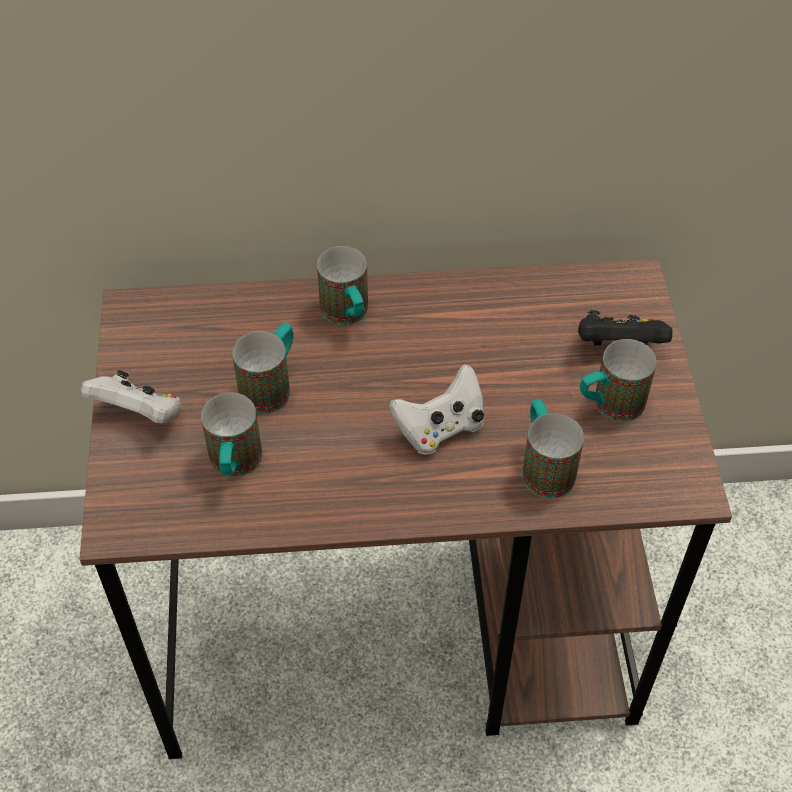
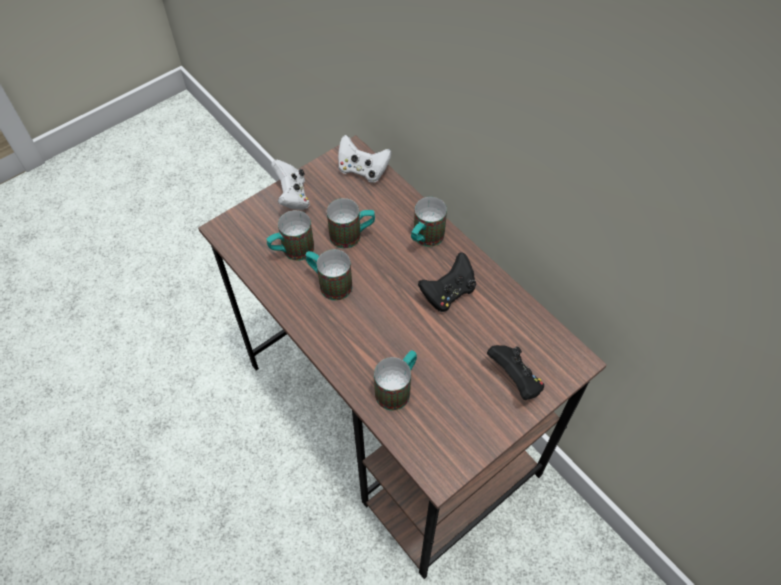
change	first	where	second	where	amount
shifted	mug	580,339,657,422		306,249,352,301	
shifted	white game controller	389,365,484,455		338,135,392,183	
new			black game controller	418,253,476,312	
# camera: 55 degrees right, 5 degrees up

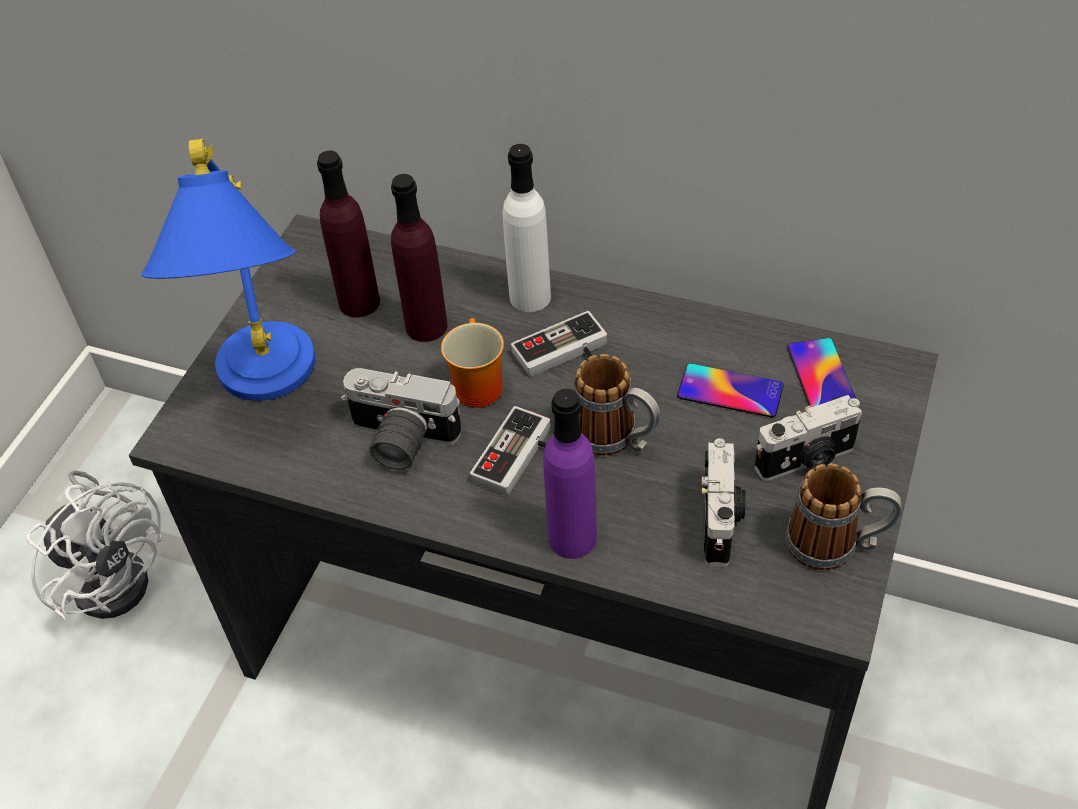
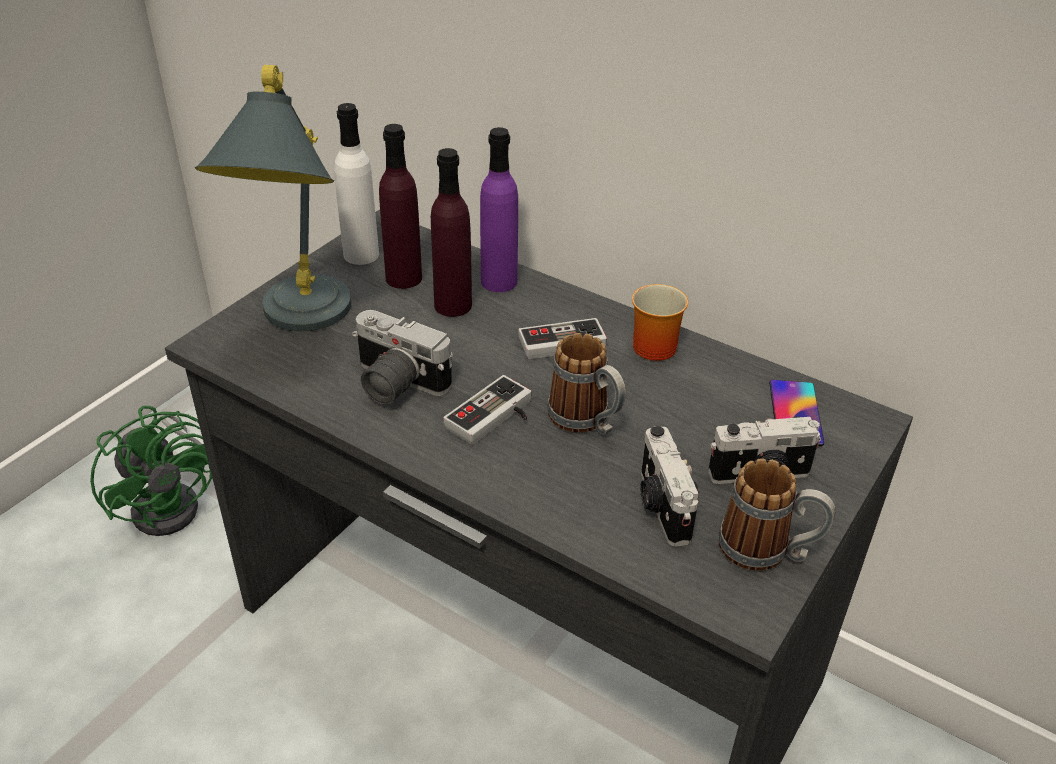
change	first	where	second	where	amount
repainted	blue table lamp	141,139,315,401	grey table lamp	195,65,351,332	
shifted	white bottle	503,144,551,312		334,103,379,265	
shifted	mug	441,318,504,408		632,284,688,361	
gone	phone	677,364,784,418			
shifted	purple bottle	543,389,597,559		480,127,518,292	
rotated	photo camera	701,438,745,567		640,426,699,547	150 degrees clockwise
repainted	white fan	27,470,162,620	green fan	90,406,213,536	
# camera: 10 degrees right, 10 degrees down

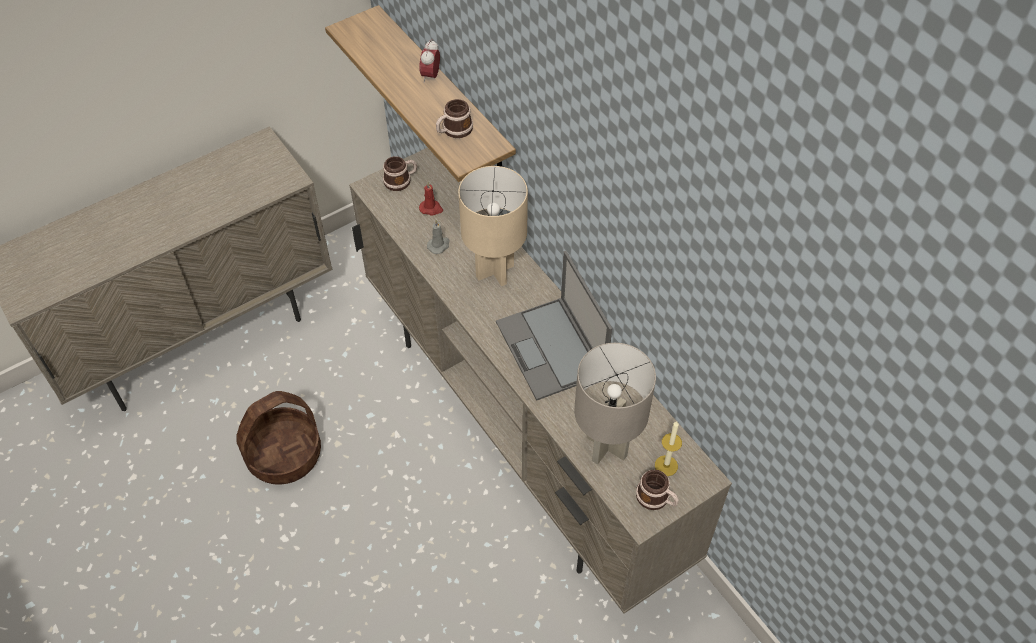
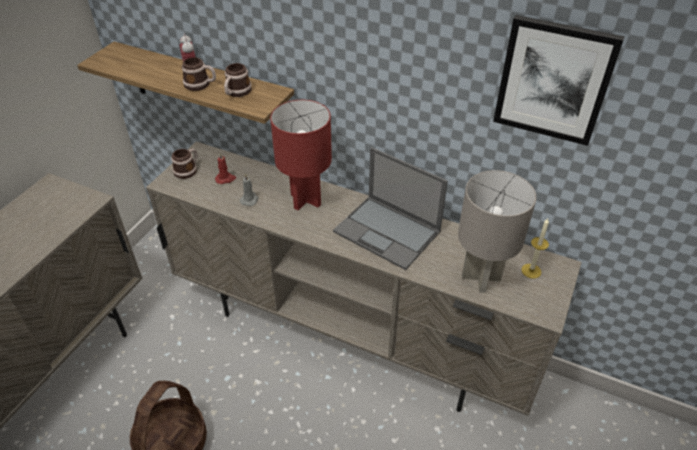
change	first	where	second	where	amount
repainted	beige table lamp	458,166,528,286	red table lamp	270,100,332,210	
shifted	mug	636,469,679,510		182,57,216,91	
new			picture	493,15,625,146	
# camera: 30 degrees left, 10 degrees down

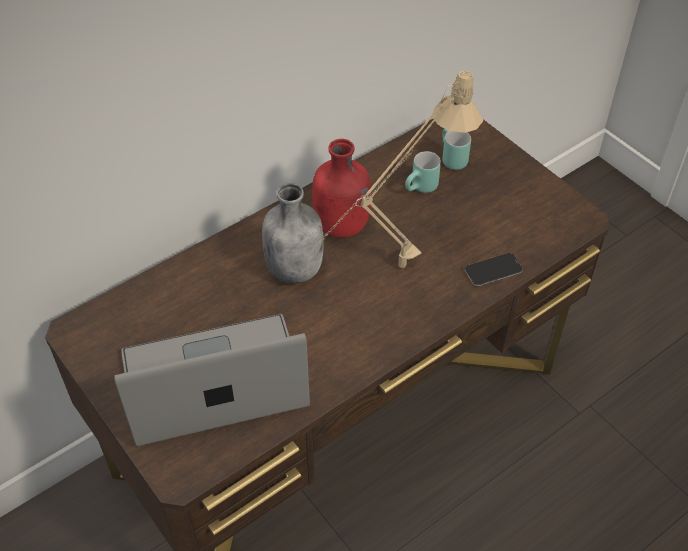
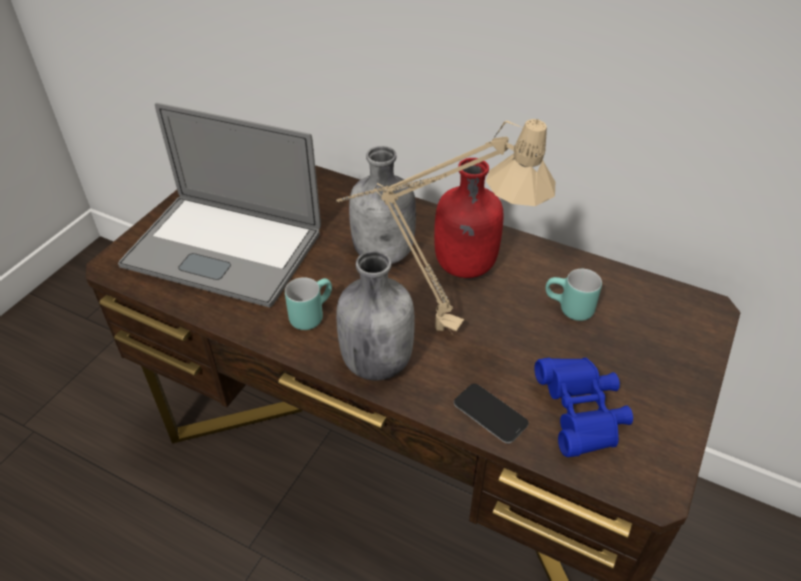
change	first	where	second	where	amount
shifted	turquoise mug	442,129,471,170		285,277,332,330	
rotated	laptop	114,314,310,446		118,103,321,308	150 degrees clockwise
new			grey bottle	336,251,415,381	
new			blue binoculars	534,358,633,457	
# camera: 65 degrees right, 5 degrees down

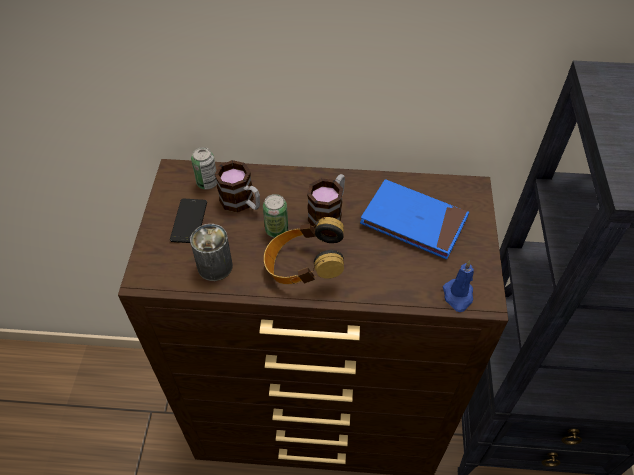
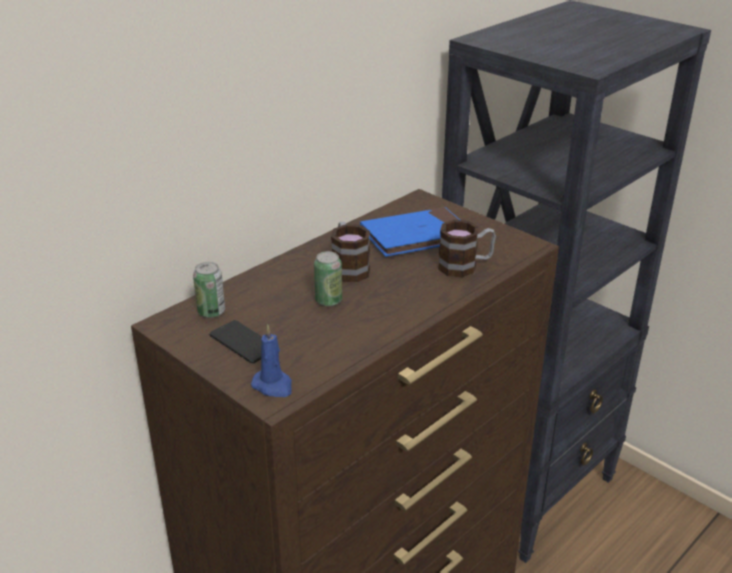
change	first	where	second	where	amount
shifted	mug	214,160,260,213		438,220,496,278	
gone	headphones	264,217,344,284			
gone	can	190,224,233,281			
shifted	blue candle	443,260,474,312		251,324,292,397	
# camera: 50 degrees left, 20 degrees down

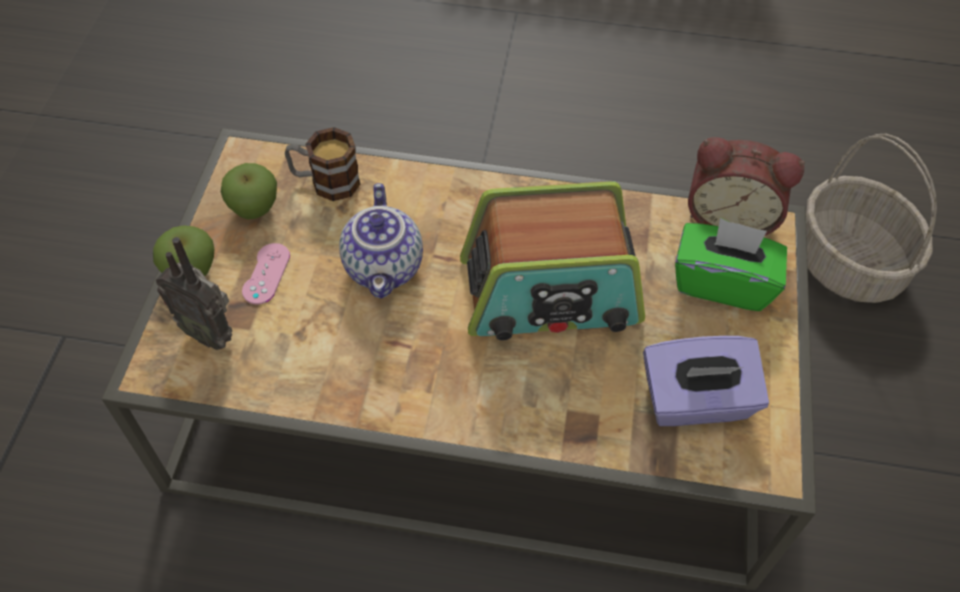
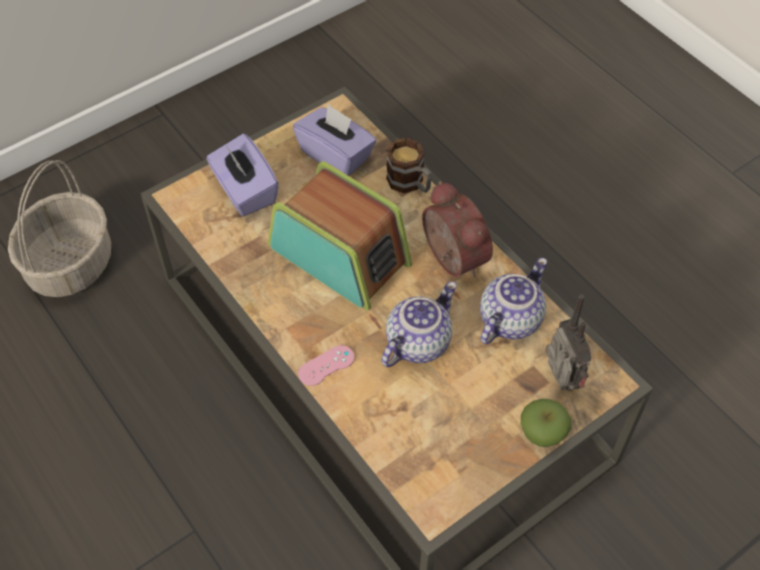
change	first	where	second	where	amount
shifted	mug	285,127,360,201		386,138,432,193	
shifted	alarm clock	688,137,805,236		422,181,493,277	
gone	apple	221,163,277,219			
repainted	green tissue box	675,218,787,311	purple tissue box	206,134,279,216	
shifted	pink game controller	242,243,290,305		298,345,354,386	
new			teapot	480,258,547,344	
# camera: 135 degrees left, 0 degrees up

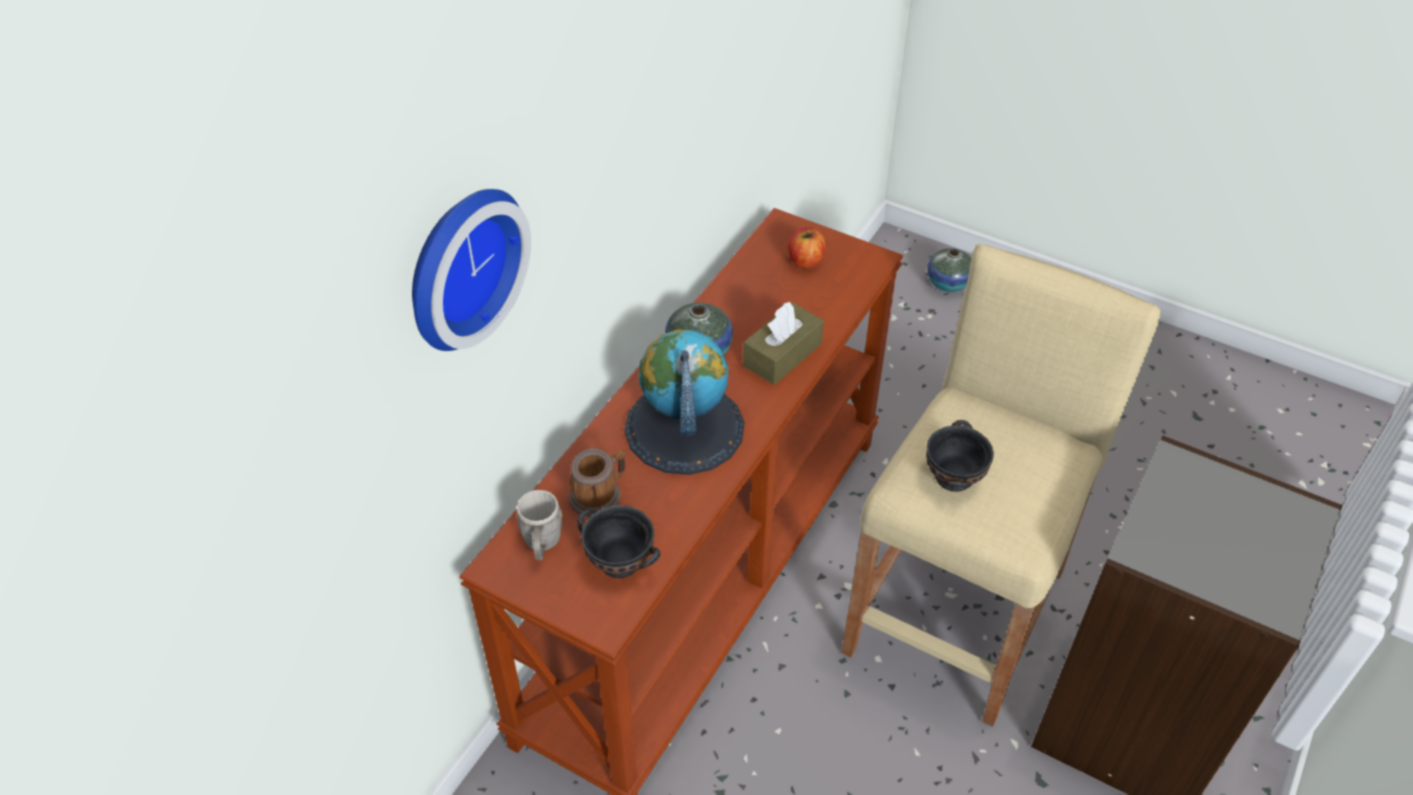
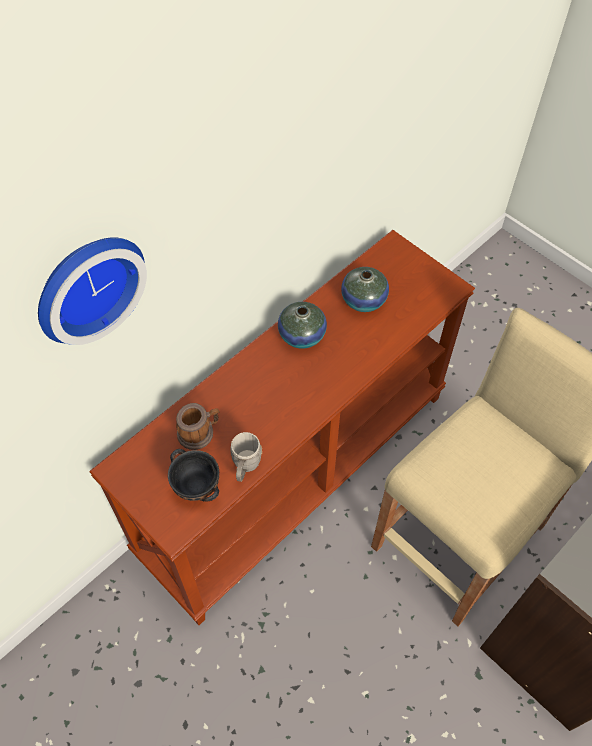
change	first	where	second	where	amount
gone	apple	788,227,826,269			
shifted	vase	927,248,971,292		341,267,389,312	
gone	brown tissue box	743,302,824,385			
gone	globe	625,329,744,475			
gone	black bowl	926,420,994,492			
shifted	grey mug	517,490,563,560		231,432,262,482	
# camera: 15 degrees right, 10 degrees up

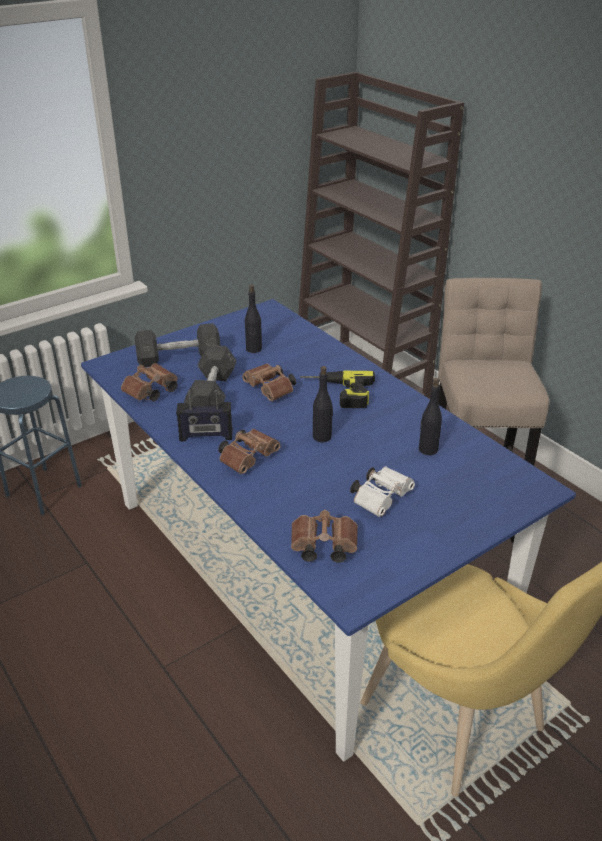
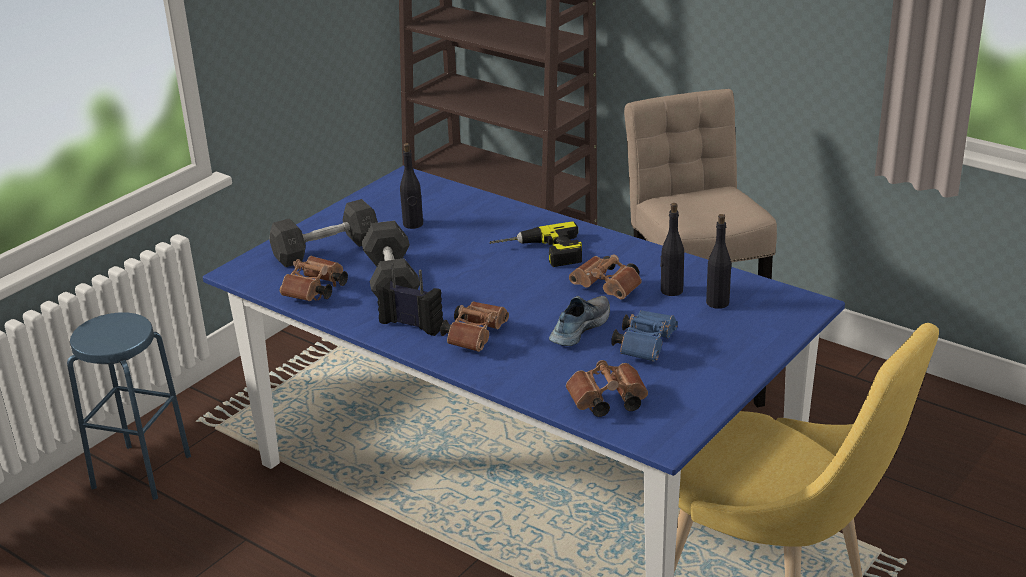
change	first	where	second	where	amount
shifted	brown binoculars	242,363,296,401		569,254,642,299	
shifted	black bottle	313,366,333,442		706,214,731,309	
rotated	radio	176,390,232,441		376,263,443,336	135 degrees counterclockwise
repainted	white binoculars	350,466,415,517	blue binoculars	611,310,678,362	
new			shoe	549,296,610,346	
# camera: 15 degrees left, 5 degrees down

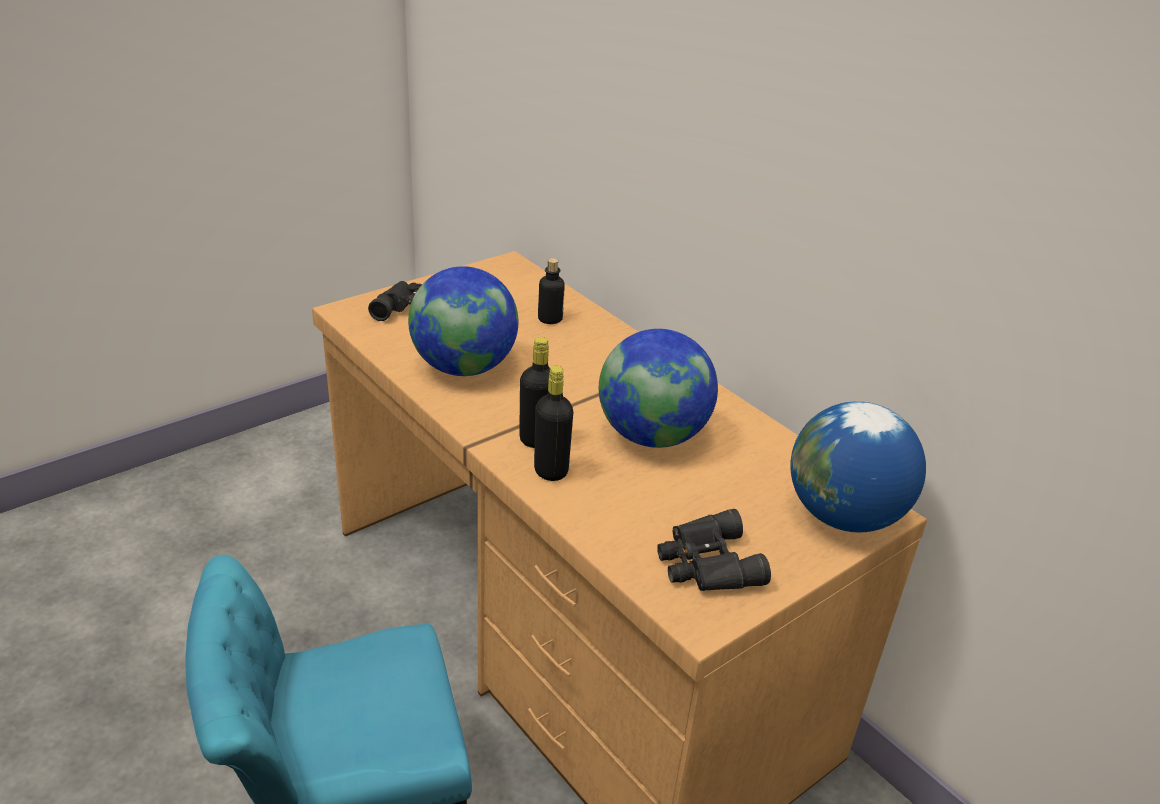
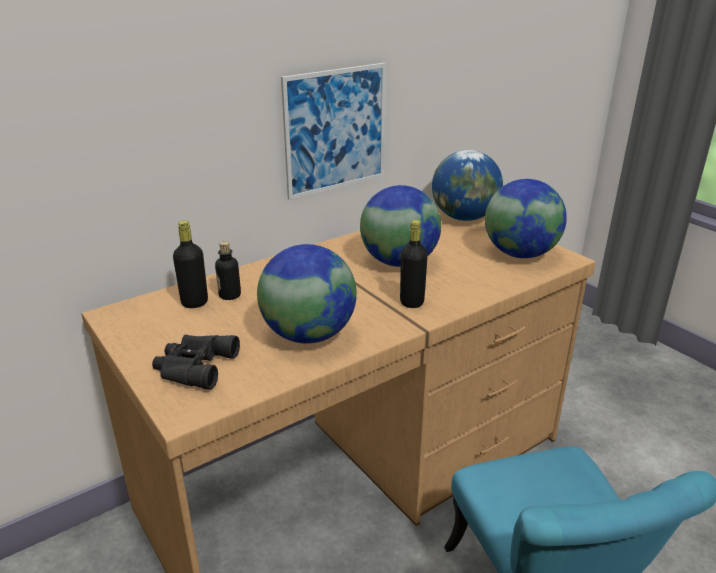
change	first	where	second	where	amount
shifted	black bottle	534,366,573,481		173,221,208,308	
swapped	black binoculars	657,509,771,591	globe	485,179,567,258	
new			picture	281,63,386,200	
# camera: 85 degrees left, 5 degrees down

